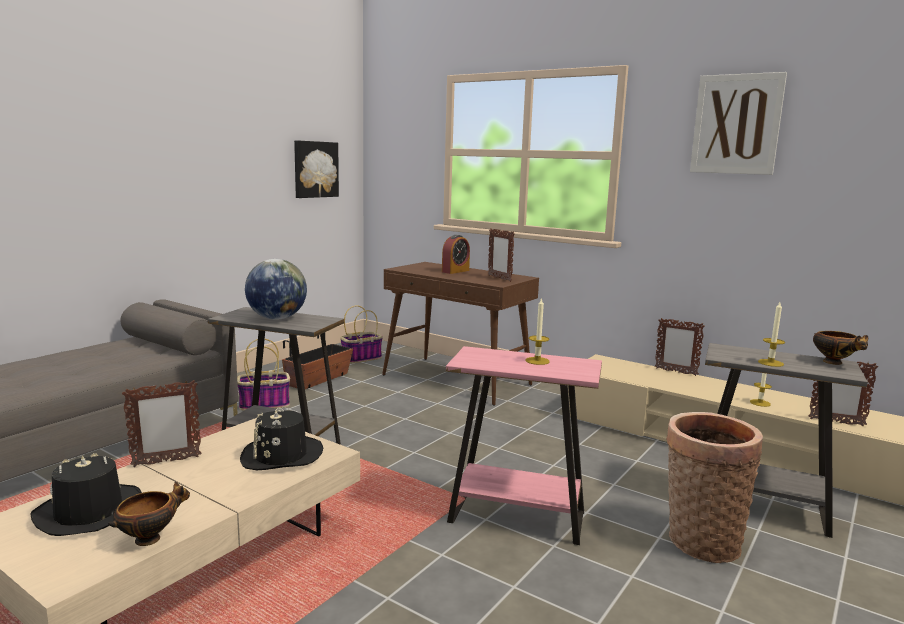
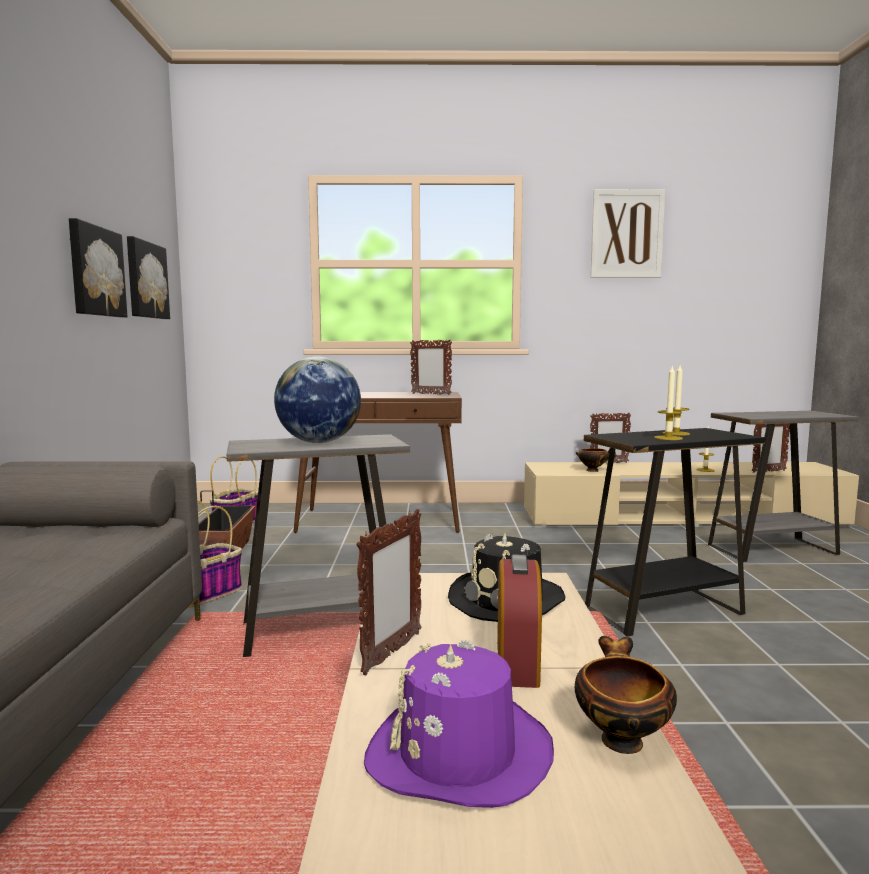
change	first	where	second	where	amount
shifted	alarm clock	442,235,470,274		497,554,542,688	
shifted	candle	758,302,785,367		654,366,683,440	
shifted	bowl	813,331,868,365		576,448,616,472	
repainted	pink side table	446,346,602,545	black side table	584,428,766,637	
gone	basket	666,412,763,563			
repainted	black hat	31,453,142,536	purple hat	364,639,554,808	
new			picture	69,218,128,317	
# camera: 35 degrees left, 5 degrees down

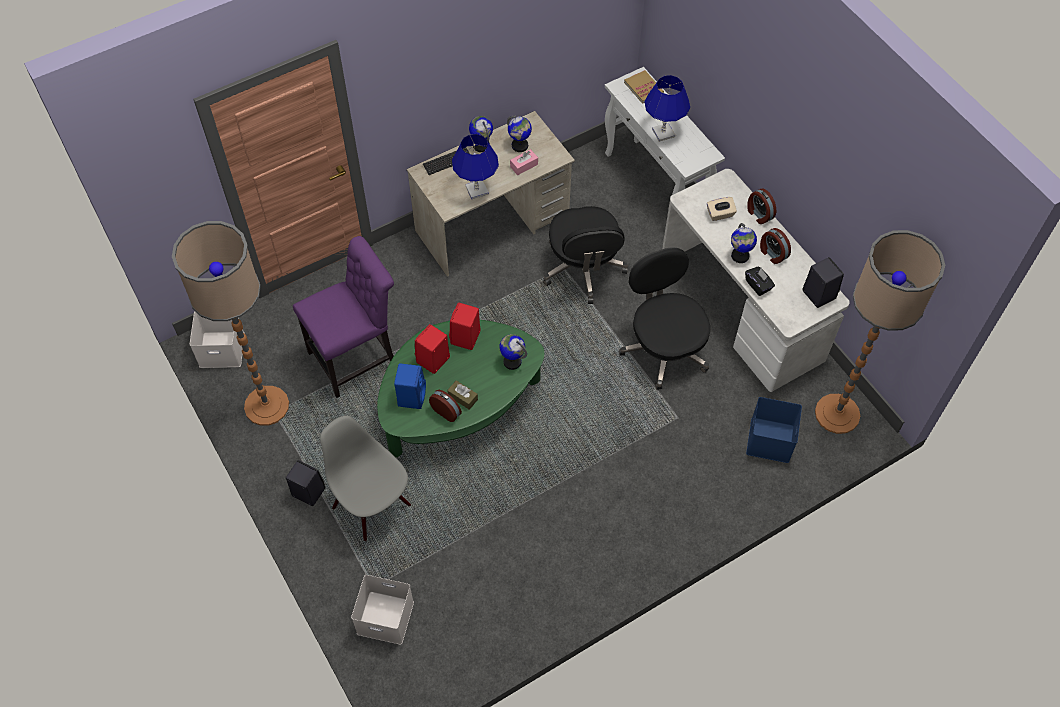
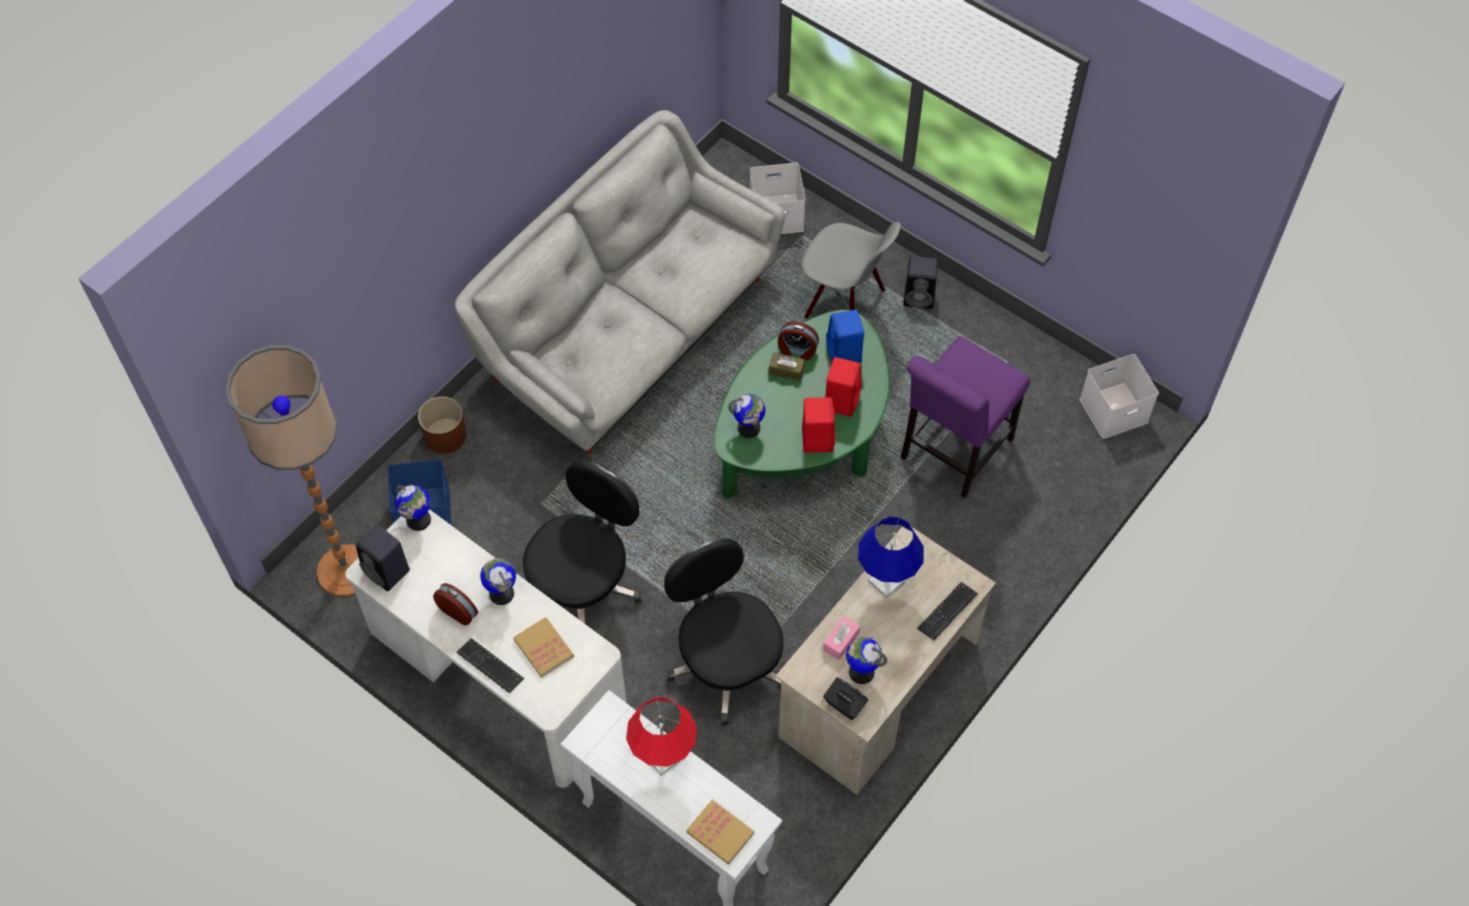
change	first	where	second	where	amount
repainted	blue table lamp	644,75,690,142	red table lamp	626,697,697,776	
shifted	globe	469,116,493,152		395,485,431,531	
swapped	alarm clock	747,188,776,224	keyboard	456,638,524,693	
swapped	beige tissue box	707,197,737,221	book	513,617,574,678	
gone	floor lamp	172,221,289,426			
rotated	black office chair	619,247,710,390		523,460,642,624	105 degrees counterclockwise
shifted	black tissue box	745,266,775,296		823,677,868,720	
new			grey sofa	455,110,785,455	
new			brown planter	418,397,466,454	
# camera: 160 degrees right, 0 degrees up

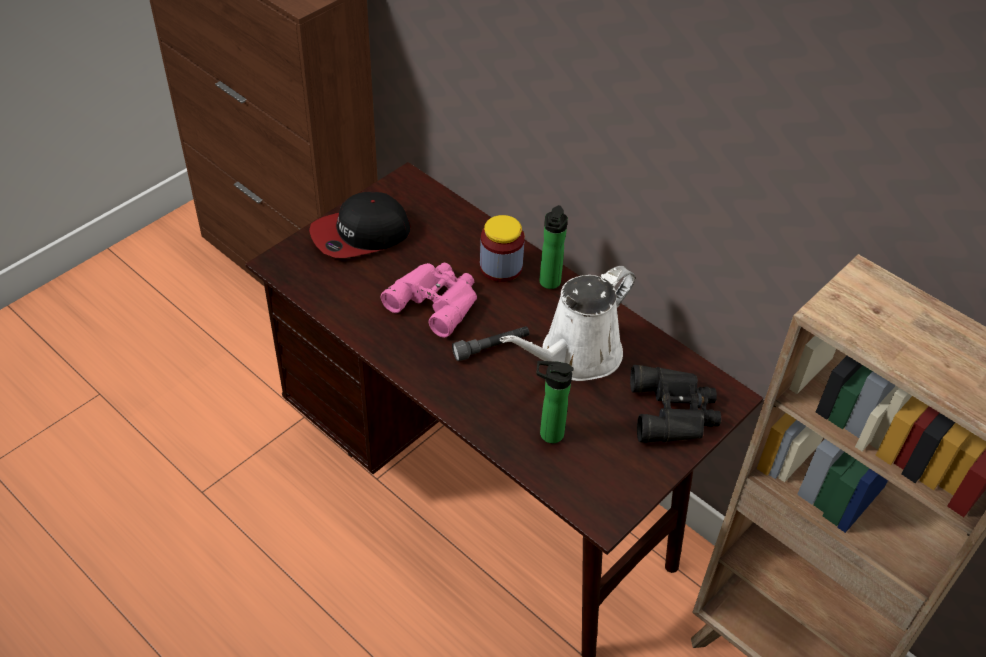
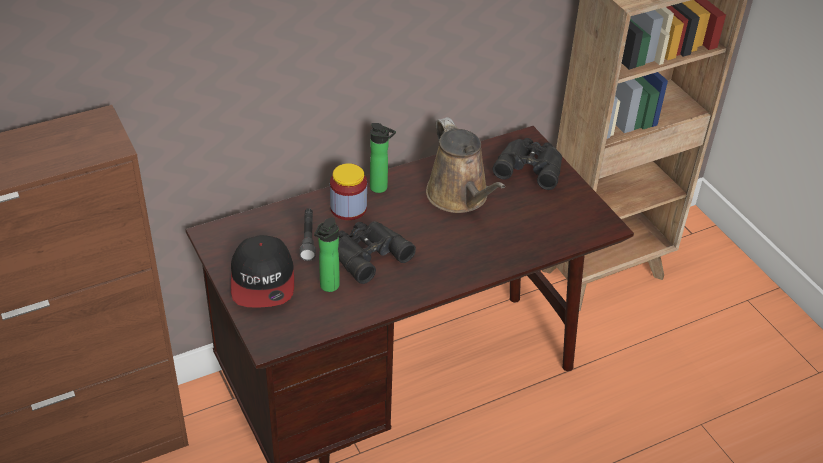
change	first	where	second	where	amount
repainted	pink binoculars	381,263,477,338	black binoculars	338,221,416,284	
repainted	white watering can	500,266,635,381	brown watering can	426,117,505,213	
shifted	grey flashlight	452,326,530,361		299,208,316,261	
shifted	bottle	536,361,574,443		314,217,340,292	
# camera: 70 degrees left, 5 degrees down

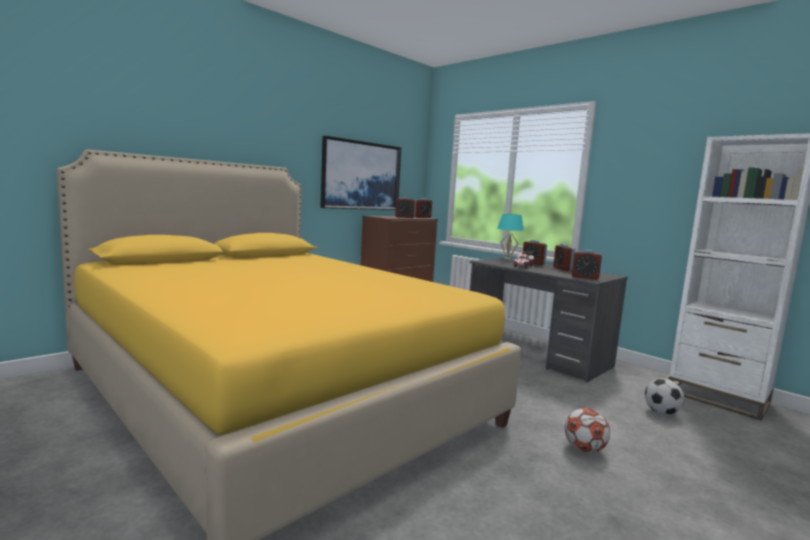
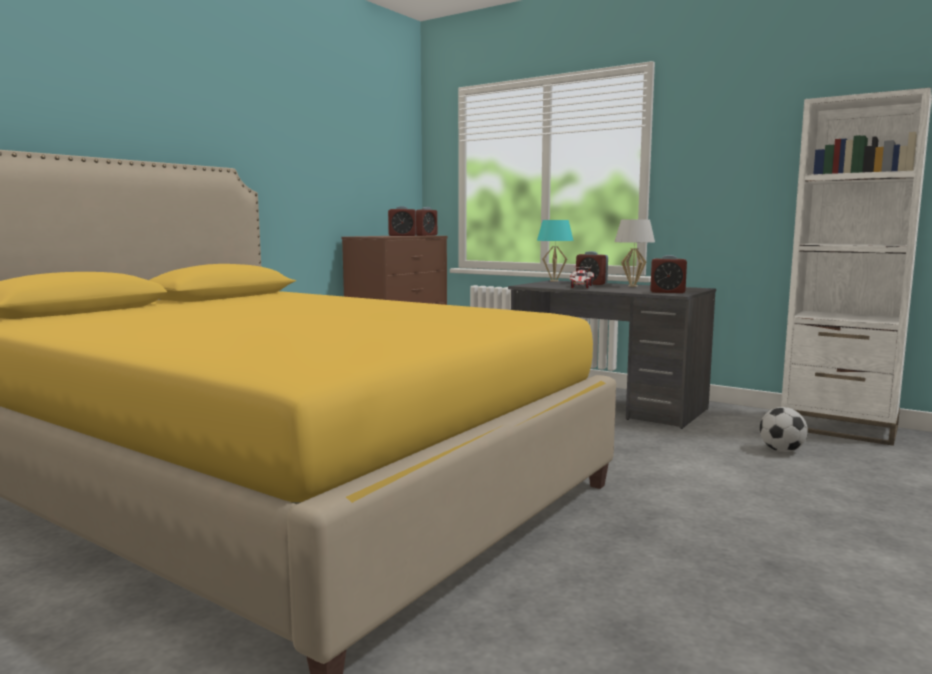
change	first	where	second	where	amount
gone	picture	320,136,401,210			
swapped	alarm clock	553,244,575,271	white table lamp	614,219,655,287	
gone	football	565,408,610,453			
# camera: 10 degrees left, 0 degrees up

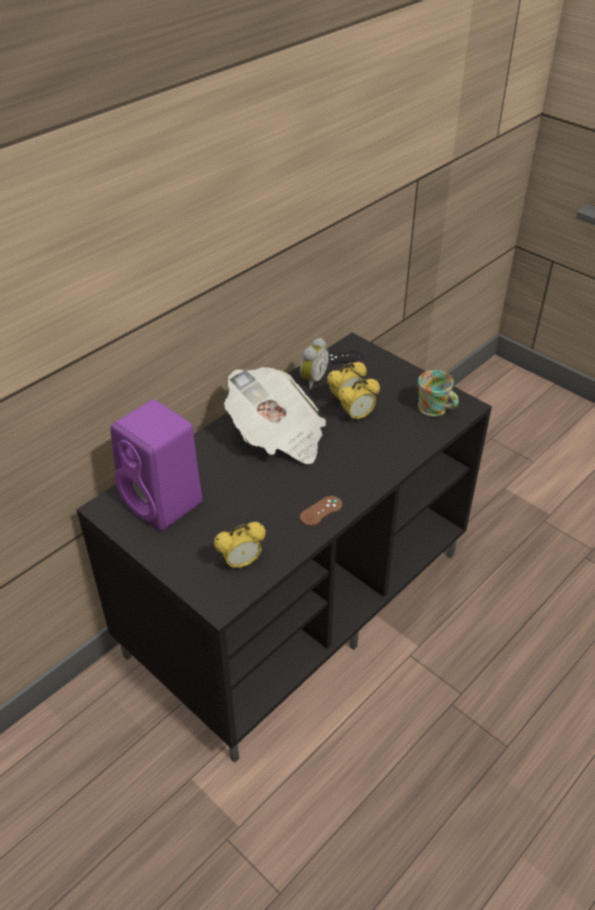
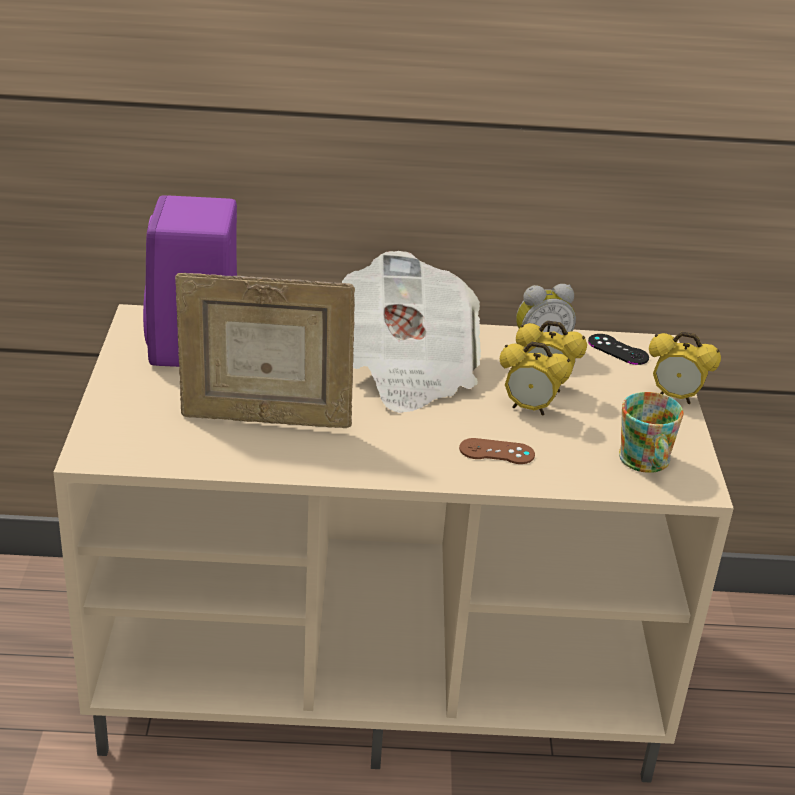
change	first	where	second	where	amount
repainted	black tv stand	76,332,492,763	beige tv stand	53,304,734,783	
shifted	brown game controller	300,496,342,526		459,438,535,464	
shifted	alarm clock	214,522,266,570		649,332,721,404	
new			picture frame	175,273,355,428	
# camera: 45 degrees right, 10 degrees down

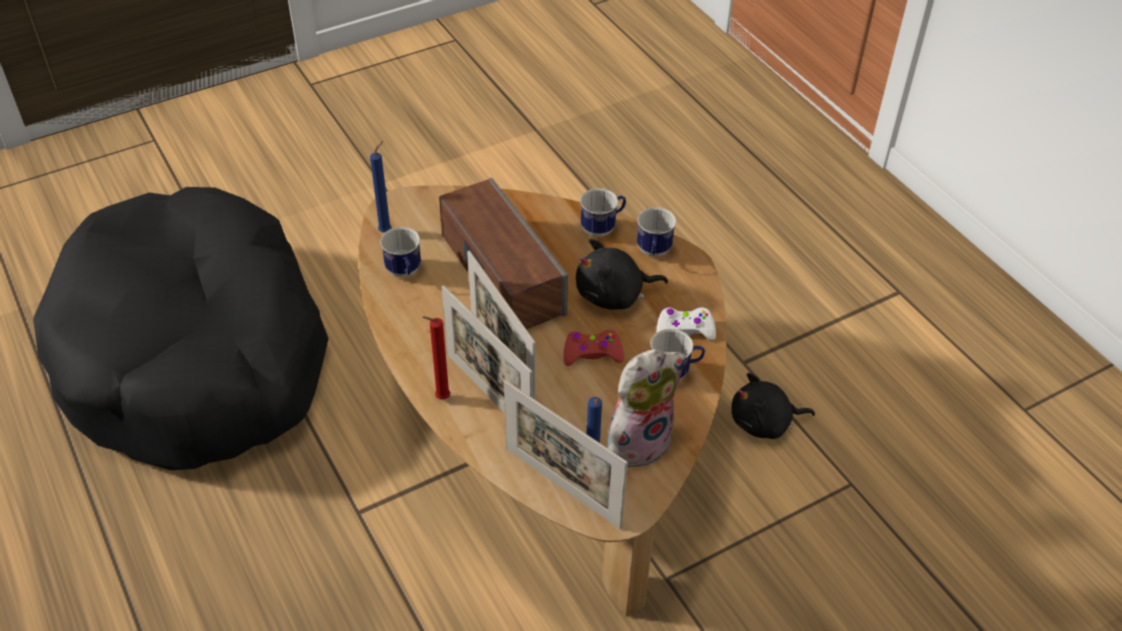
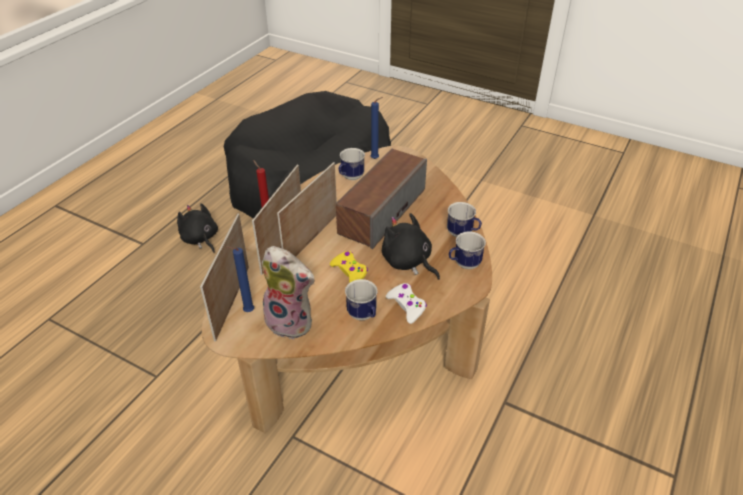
change	first	where	second	where	amount
repainted	red game controller	564,330,624,366	yellow game controller	330,251,368,283	
shifted	black plush toy	731,373,815,439		177,203,218,253	
# camera: 60 degrees right, 5 degrees down

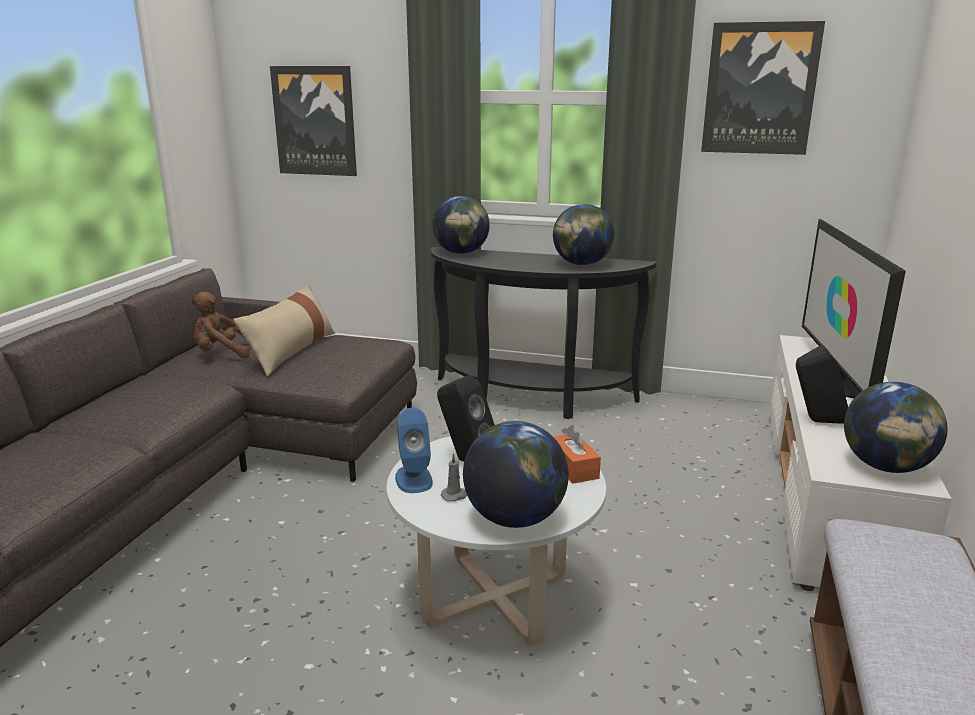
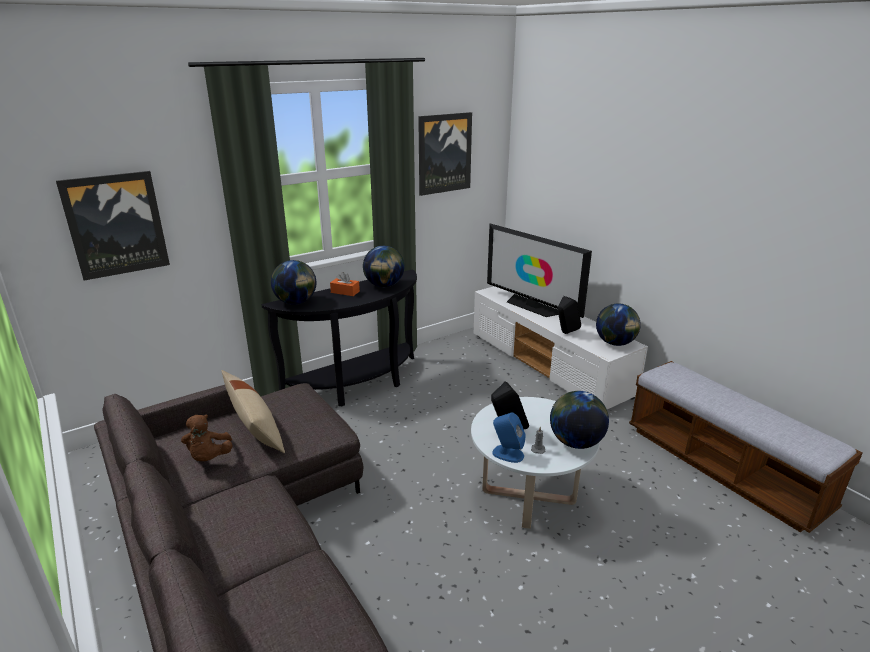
change	first	where	second	where	amount
rotated	brown plush toy	191,292,250,358		181,415,233,461	45 degrees counterclockwise
shifted	orange tissue box	553,425,601,484		330,272,360,296	
# camera: 50 degrees left, 5 degrees up

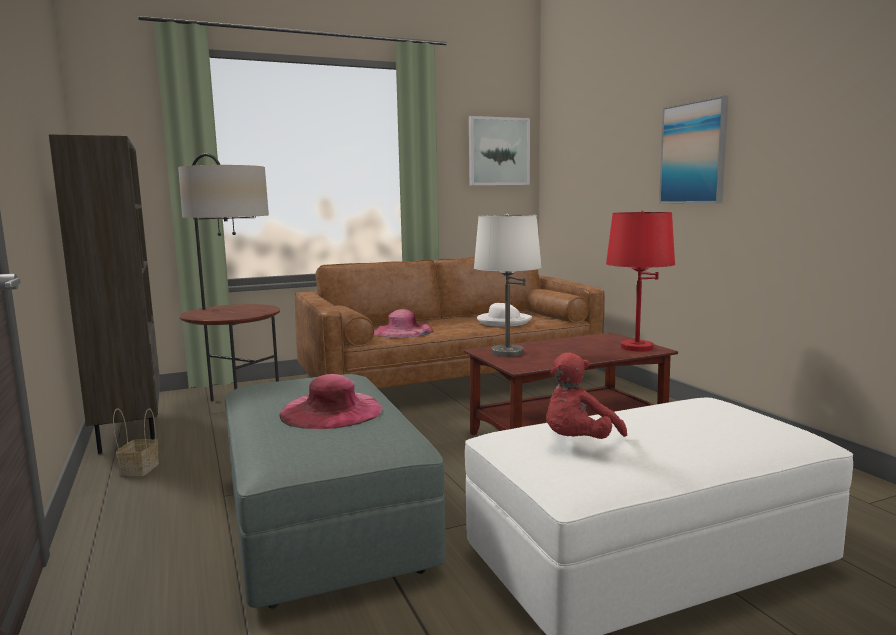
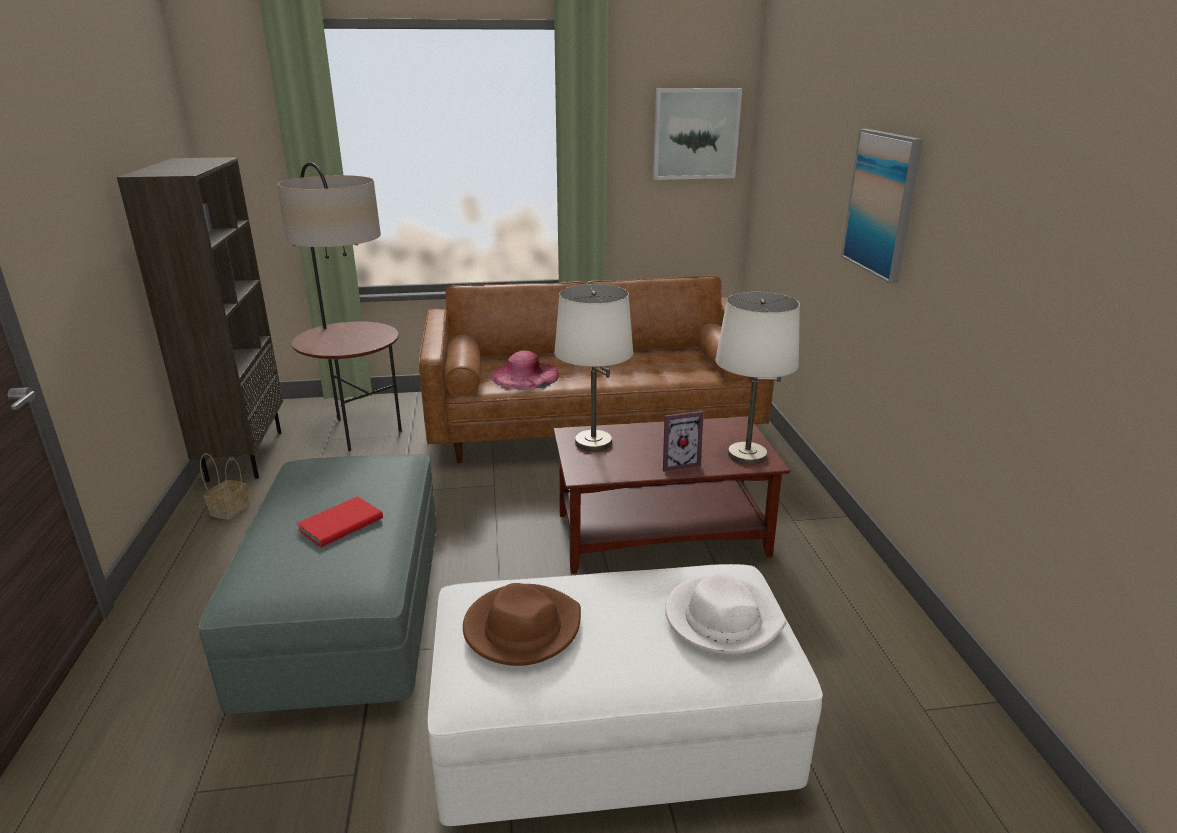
change	first	where	second	where	amount
repainted	red table lamp	606,211,675,352	white table lamp	715,292,800,465	
shifted	white hat	477,303,532,327		665,573,787,655	
swapped	red plush toy	547,353,627,439	brown hat	463,583,581,666	
swapped	pink hat	279,374,383,429	red book	296,496,383,547	
new			picture frame	663,411,704,472	
# camera: 15 degrees right, 15 degrees up

